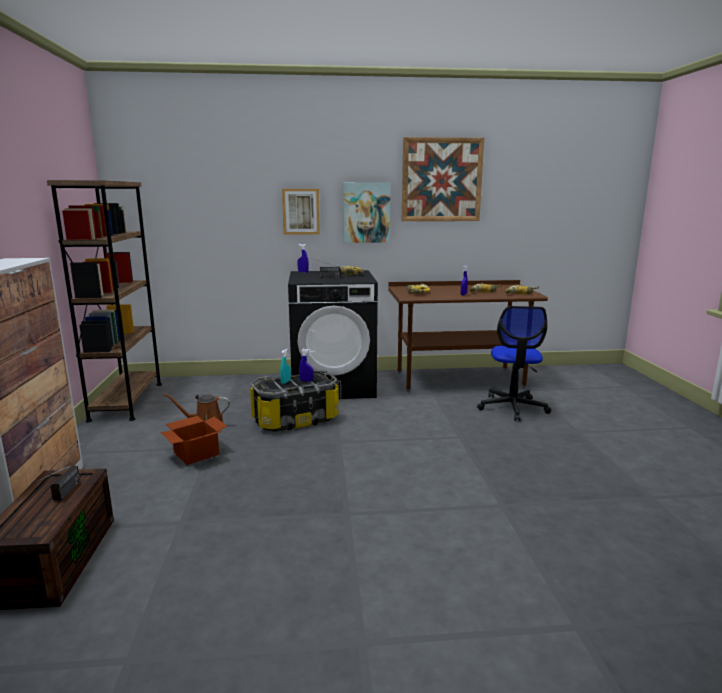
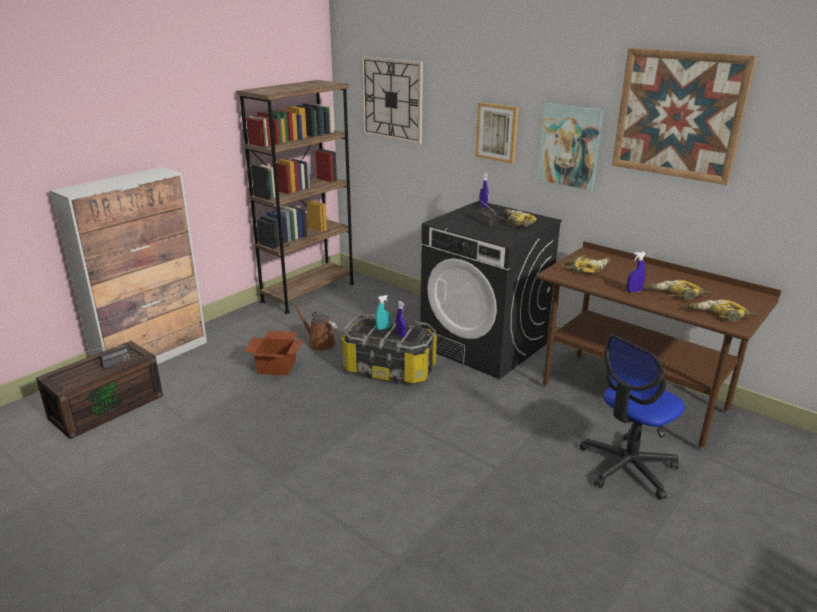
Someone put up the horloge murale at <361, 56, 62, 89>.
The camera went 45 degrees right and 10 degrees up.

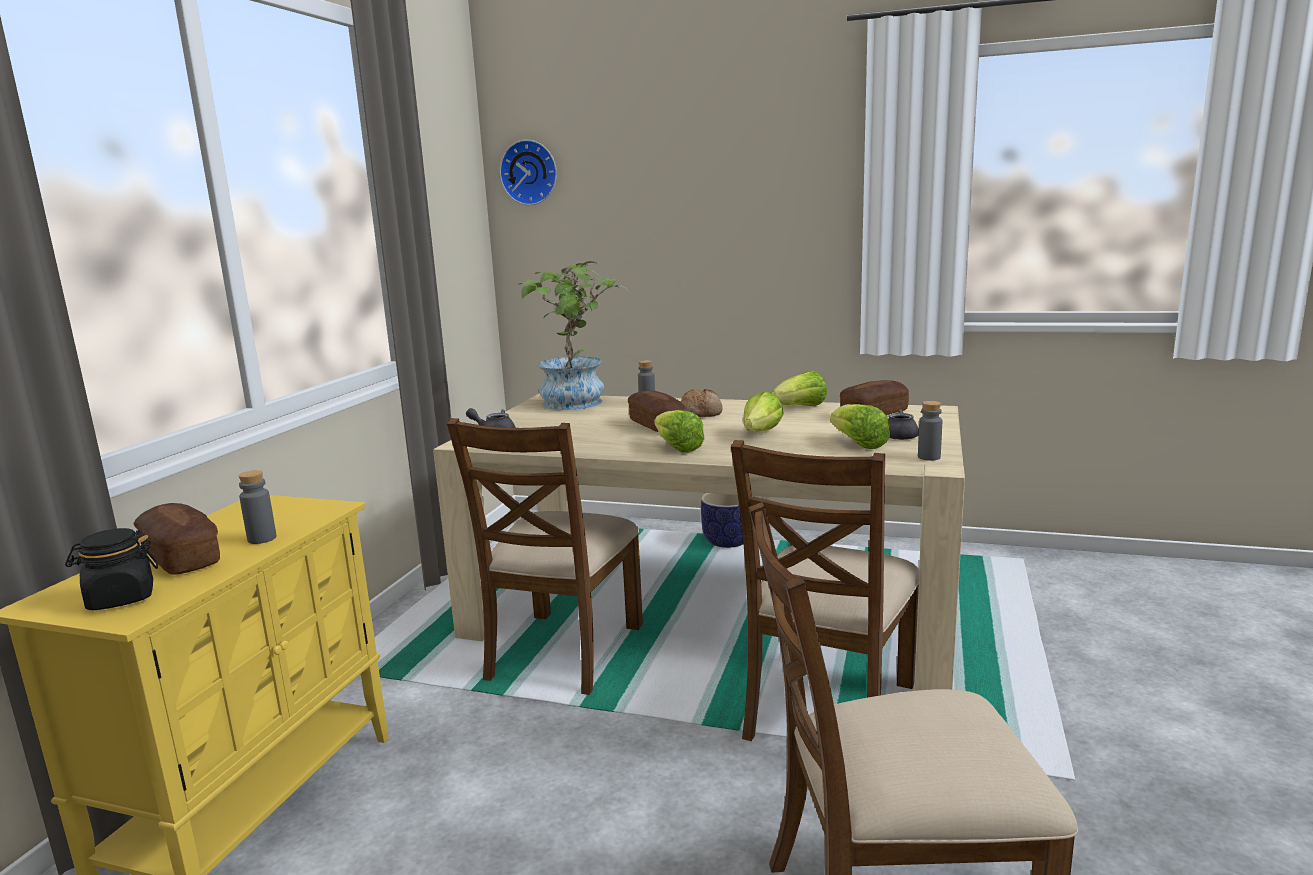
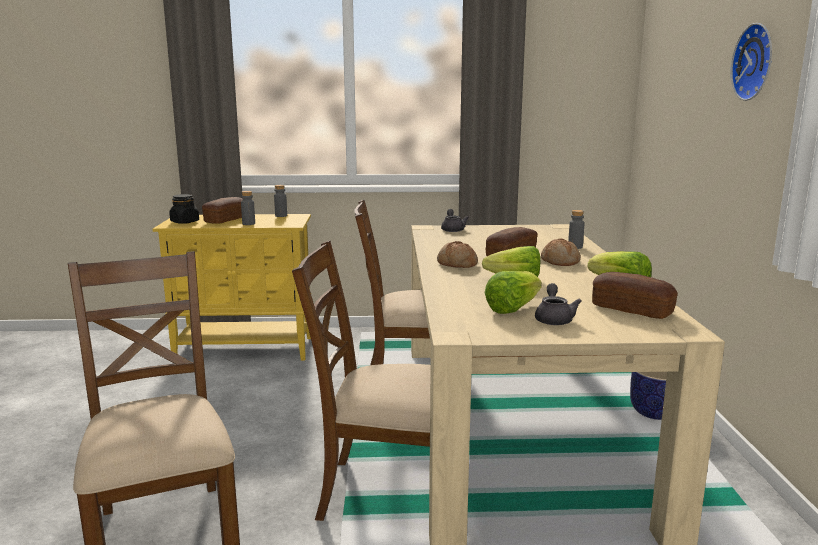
Someone carried the horloge murale from <499, 140, 58, 65> to <731, 23, 41, 78>.
Someone took away the plante en pot at <519, 261, 107, 149>.
Someone carried the bouteille/gris from <918, 401, 24, 60> to <274, 185, 13, 32>.
Someone swapped the laitue at <654, 410, 51, 43> for the pain at <437, 241, 41, 27>.
The camera went 70 degrees right and 0 degrees up.

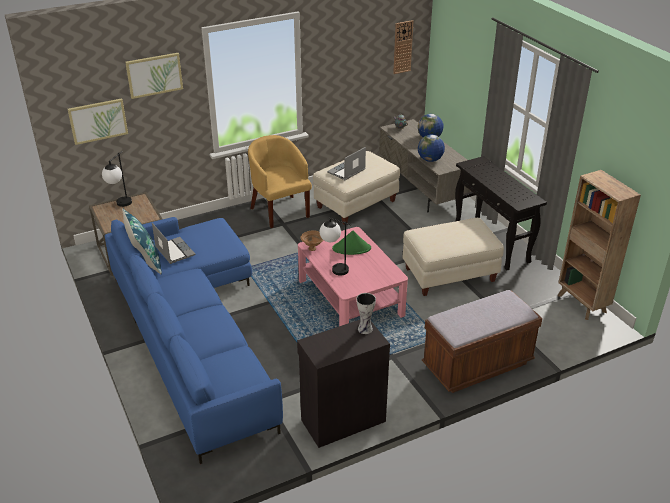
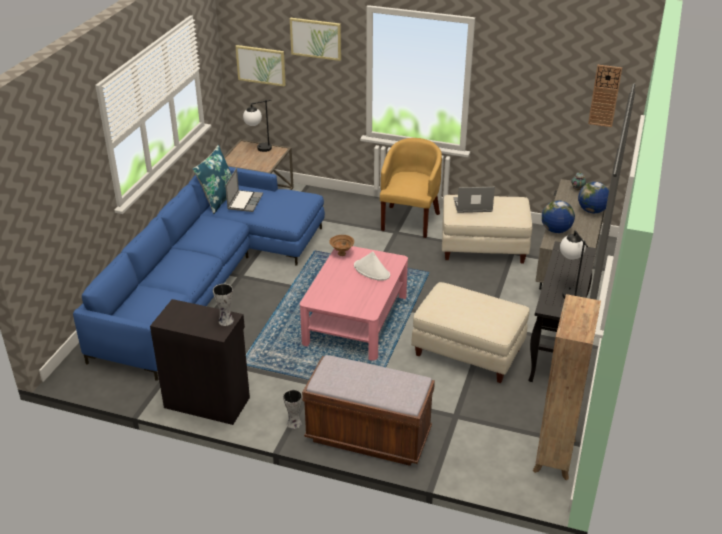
Someone carried the lampe de table from <319, 217, 32, 59> to <560, 230, 28, 69>.
Someone repainted the chapeau/vert at <332, 230, 39, 25>, which became the chapeau/blanc at <354, 252, 36, 29>.
Someone put down the vase at <283, 390, 19, 39>.
The camera went 45 degrees right and 0 degrees up.

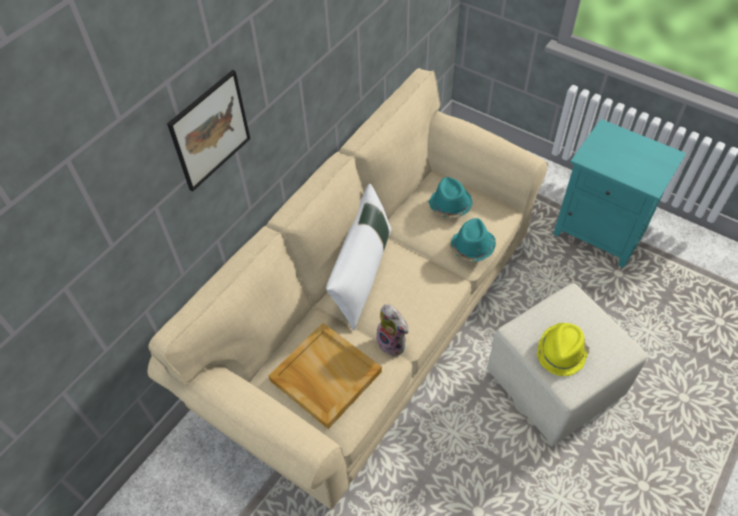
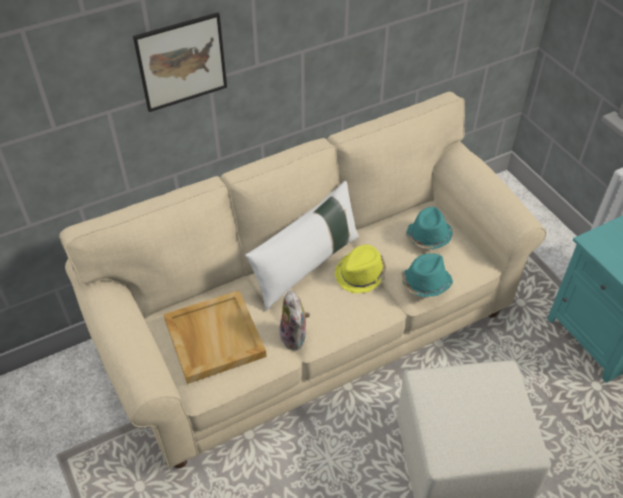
Someone carried the chapeau/jaune from <537, 323, 53, 53> to <335, 245, 51, 49>.
The camera went 25 degrees right and 5 degrees down.

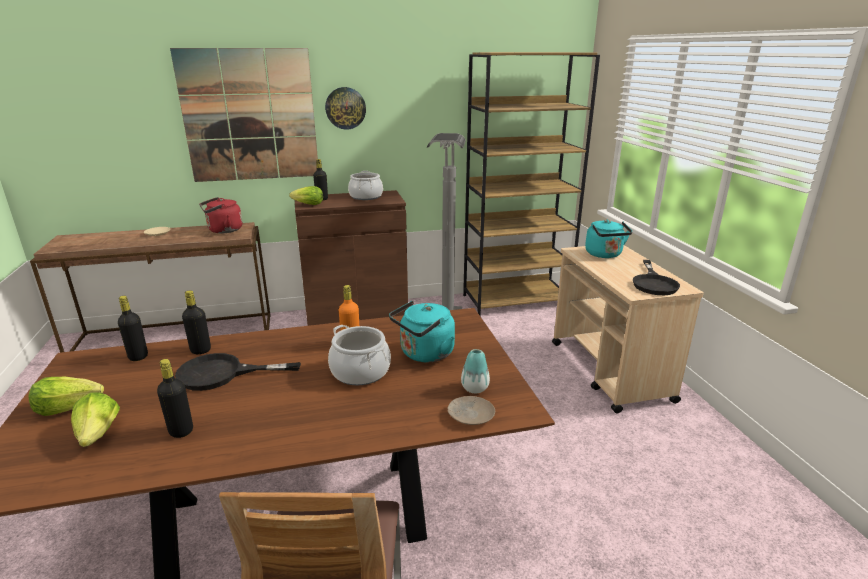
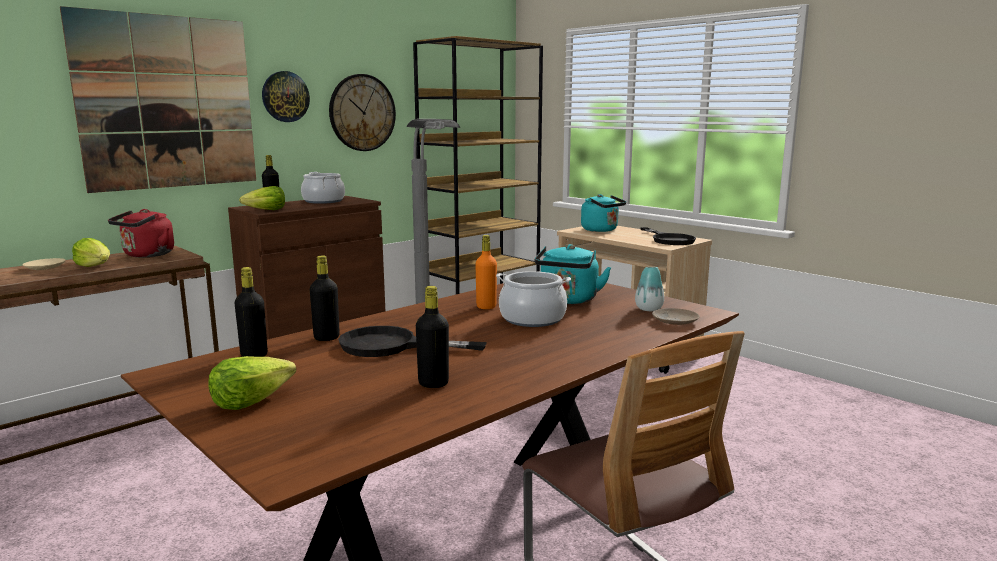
Someone rotated the poêle/noir at <175, 353, 126, 38> by 45 degrees clockwise.
Someone carried the laitue from <71, 393, 49, 54> to <72, 238, 38, 29>.
Someone put up the horloge murale at <329, 74, 67, 77>.
The camera went 30 degrees left and 10 degrees down.

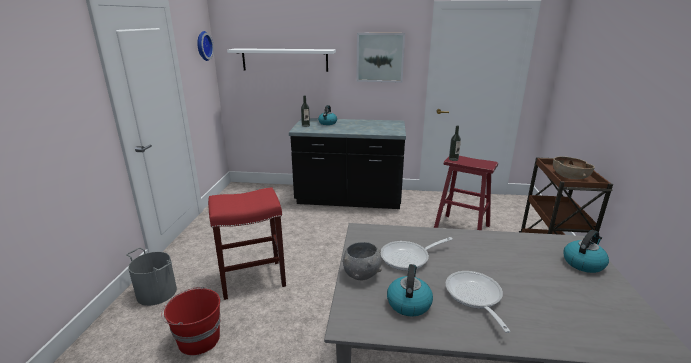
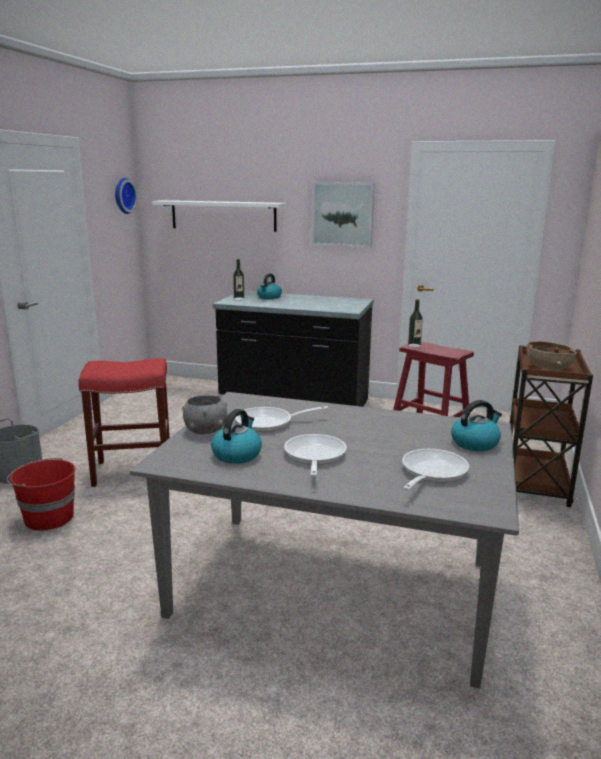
Someone put down the poêle at <402, 449, 68, 41>.
The camera went 10 degrees right and 5 degrees down.

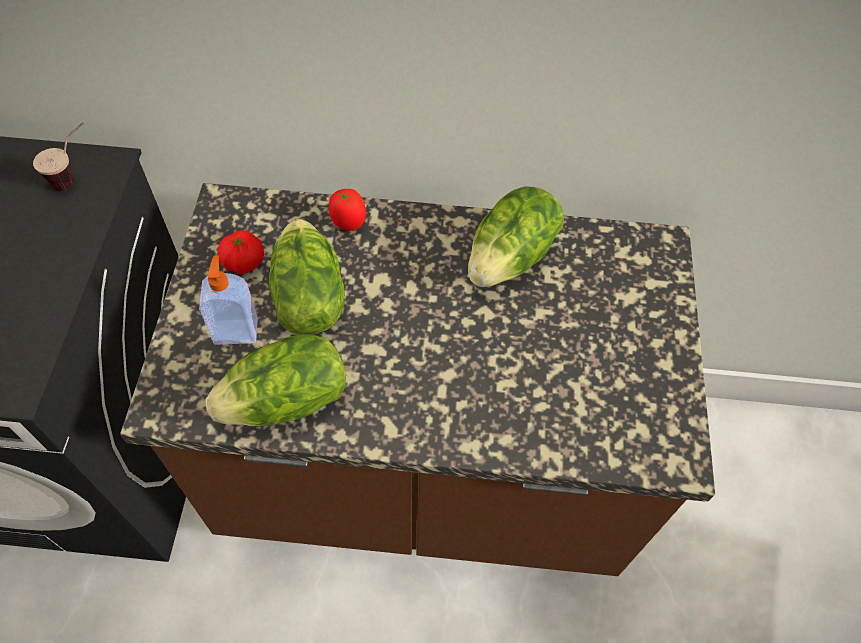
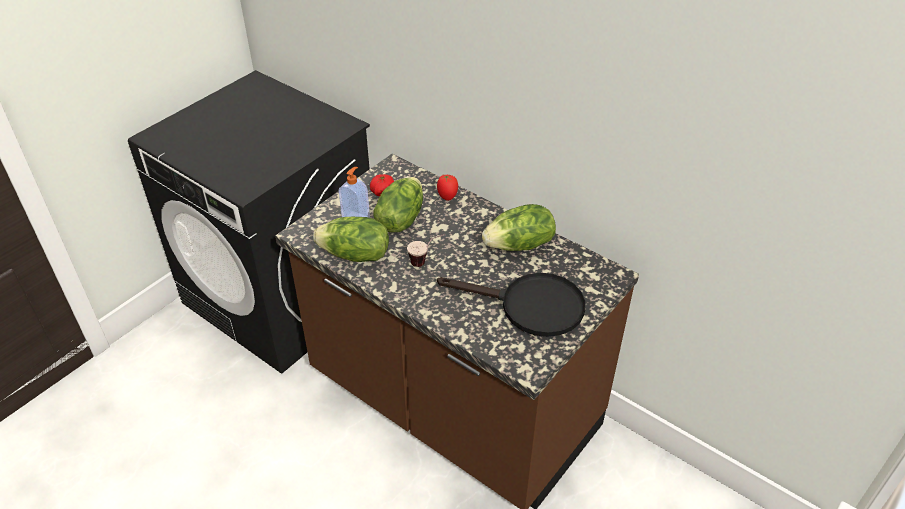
Someone carried the tasse from <33, 122, 51, 68> to <407, 234, 38, 33>.
Someone put down the poêle/noir at <437, 273, 148, 64>.
The camera went 35 degrees right and 15 degrees down.

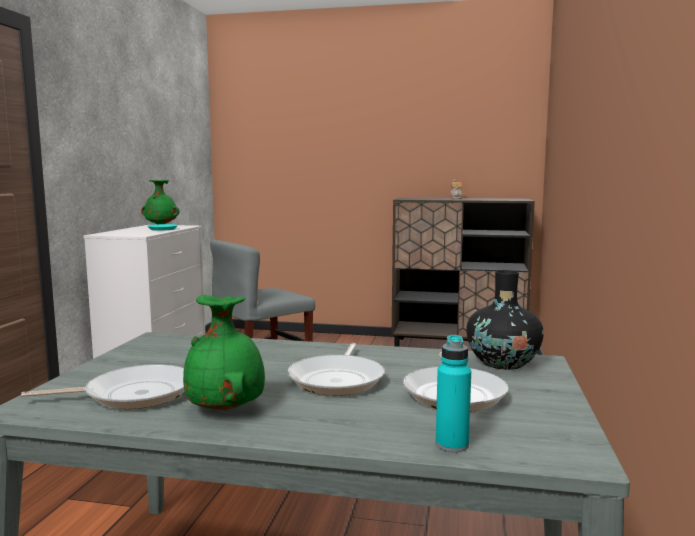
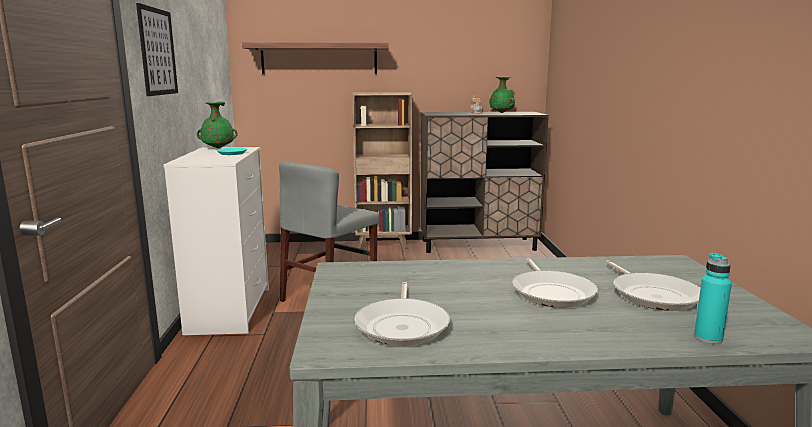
Someone took away the vase/noir at <466, 270, 78, 100>.
Someone carried the vase/vert from <183, 295, 82, 115> to <489, 77, 26, 36>.
Someone rotated the poêle at <21, 364, 163, 45> by 120 degrees clockwise.
Someone put up the tableau at <136, 3, 42, 93>.
Someone put up the étagère at <242, 42, 146, 32>.
Someone put down the bibliothèque/marron at <352, 92, 60, 158>.
The camera went 15 degrees left and 5 degrees up.

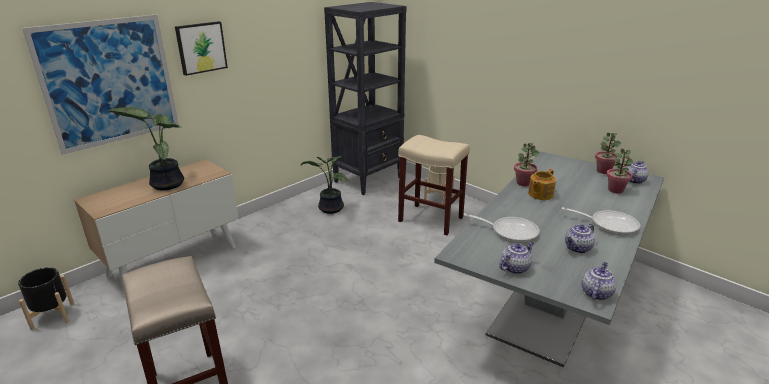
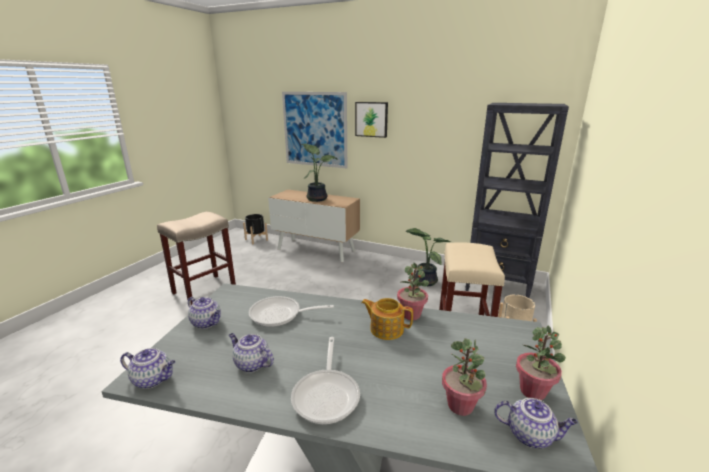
Someone rotated the poêle at <464, 213, 76, 30> by 90 degrees clockwise.
The camera went 70 degrees right and 5 degrees down.

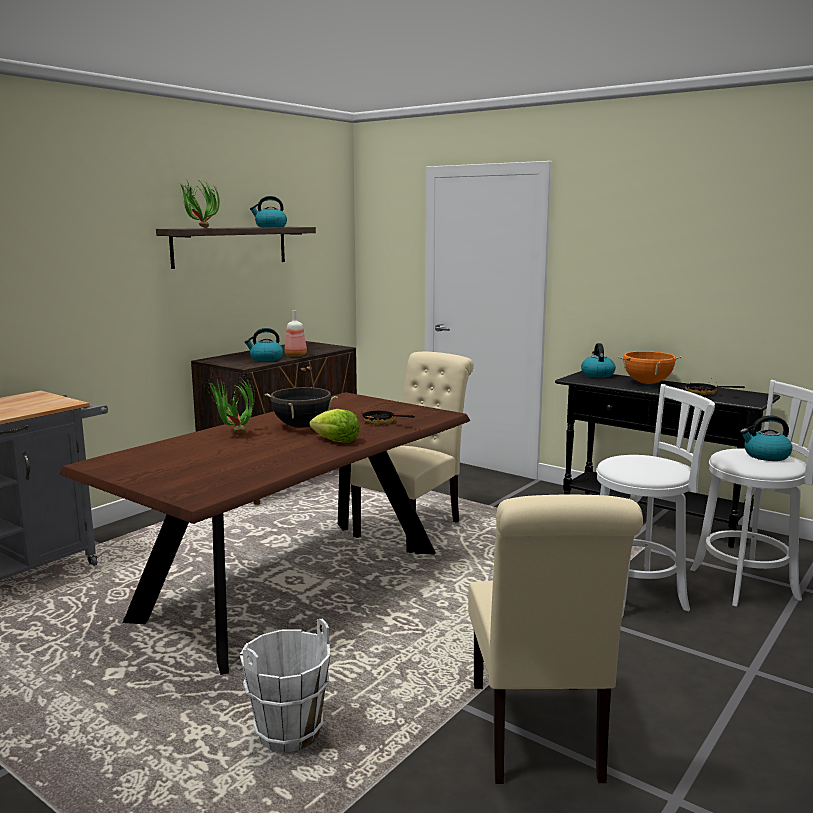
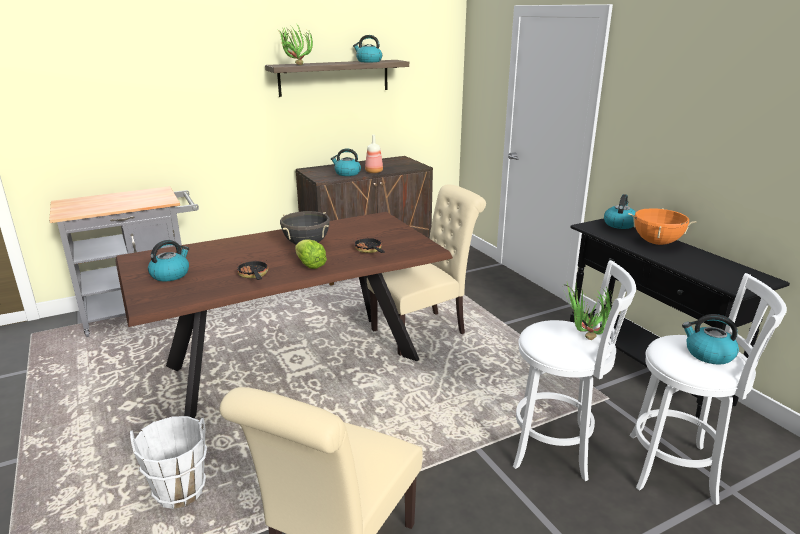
Someone carried the plante en pot from <205, 374, 50, 60> to <564, 283, 49, 57>.
Someone carried the poêle from <685, 381, 60, 14> to <237, 260, 31, 20>.
Someone put down the bouilloire at <148, 240, 41, 41>.
The camera went 25 degrees right and 10 degrees up.

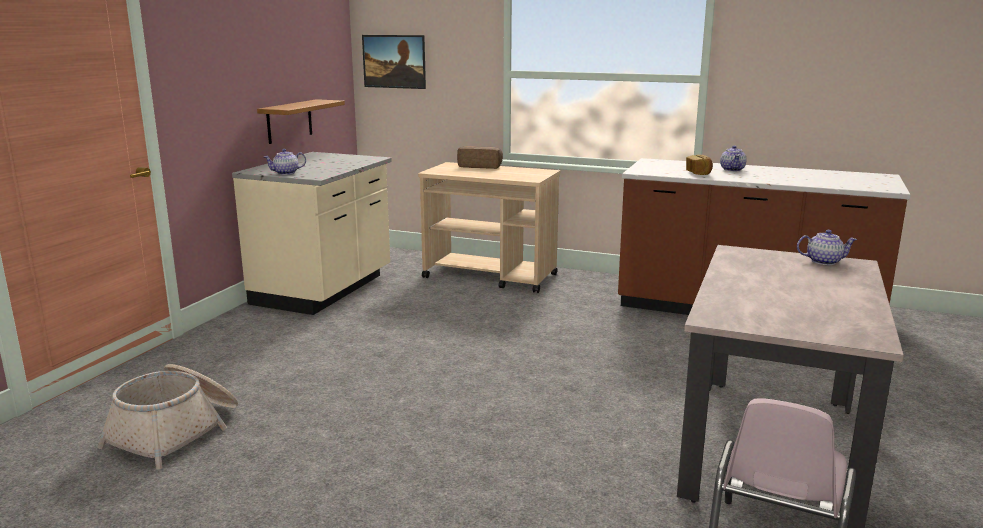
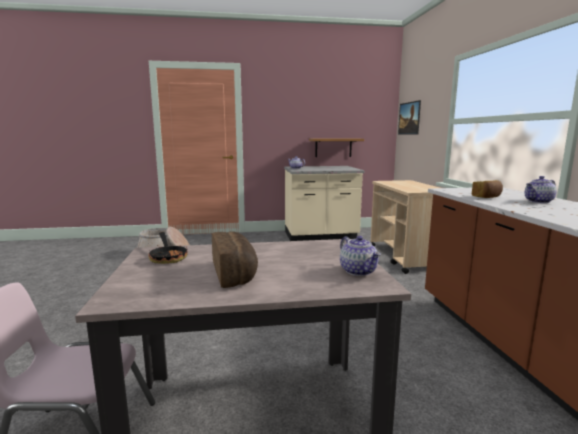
Someone carried the pain from <457, 146, 46, 23> to <212, 231, 46, 57>.
Someone put down the poêle at <148, 232, 40, 32>.
The camera went 60 degrees right and 5 degrees down.

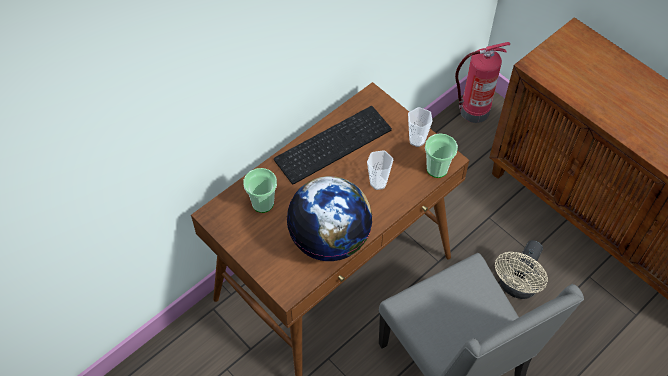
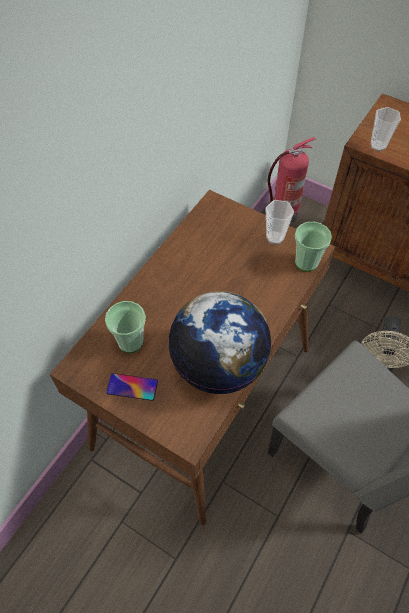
Someone took away the clavier at <274, 106, 118, 78>.
Someone carried the tasse from <367, 150, 26, 40> to <371, 107, 30, 44>.
Someone put down the téléphone at <106, 373, 52, 28>.
The camera went 15 degrees left and 0 degrees up.

